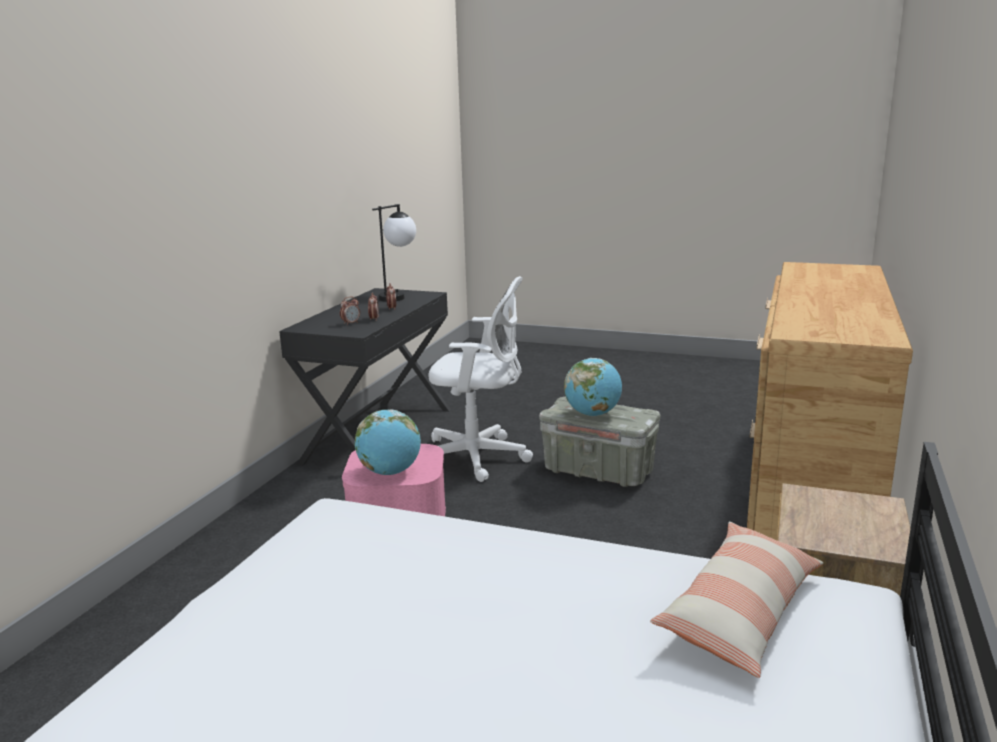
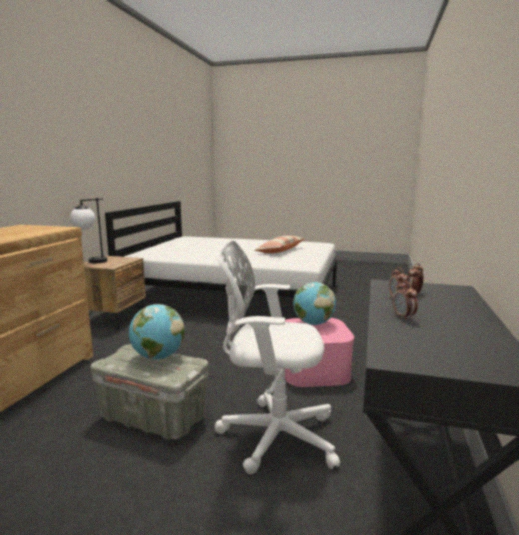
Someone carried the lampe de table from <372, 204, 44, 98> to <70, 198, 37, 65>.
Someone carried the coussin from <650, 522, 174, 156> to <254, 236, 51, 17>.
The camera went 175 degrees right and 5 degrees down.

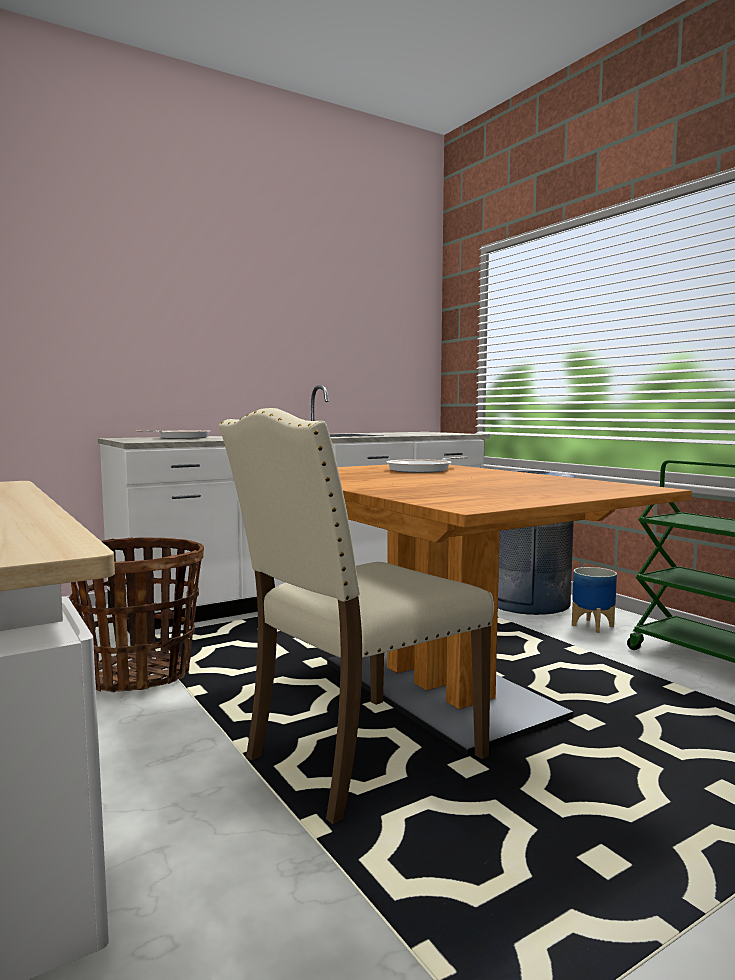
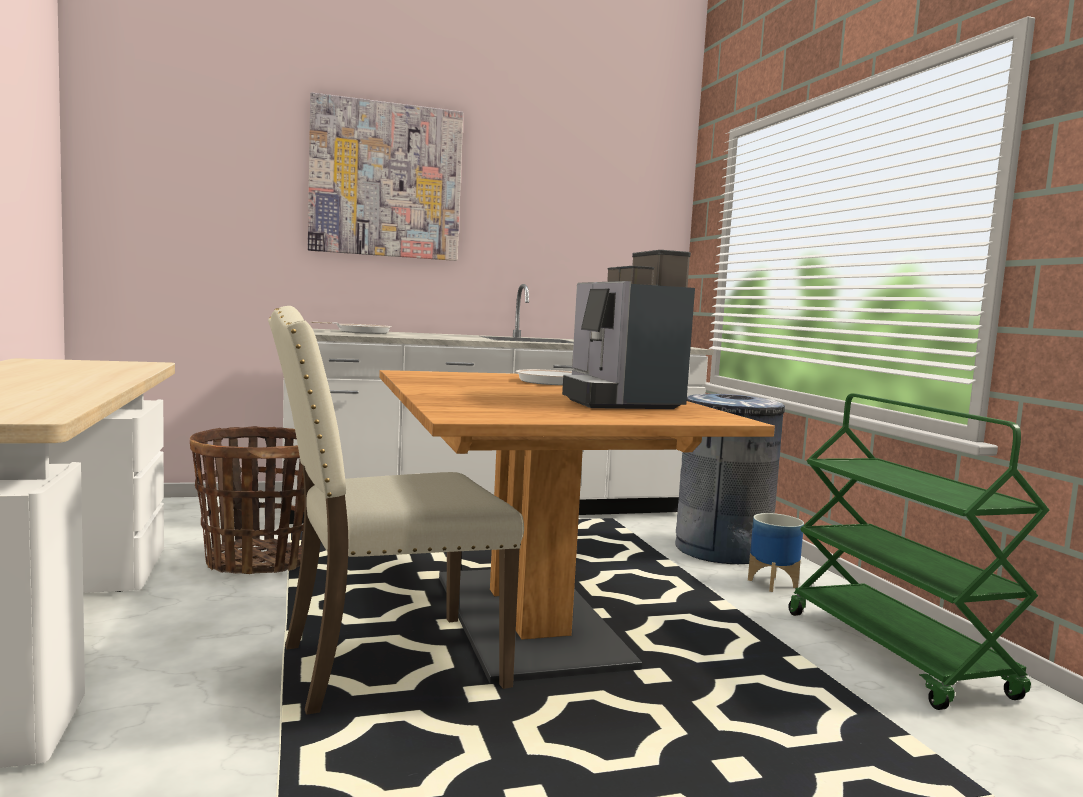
Someone put up the tableau at <308, 92, 155, 169>.
Someone put down the machine à café at <562, 250, 133, 159>.
The camera went 15 degrees right and 0 degrees up.

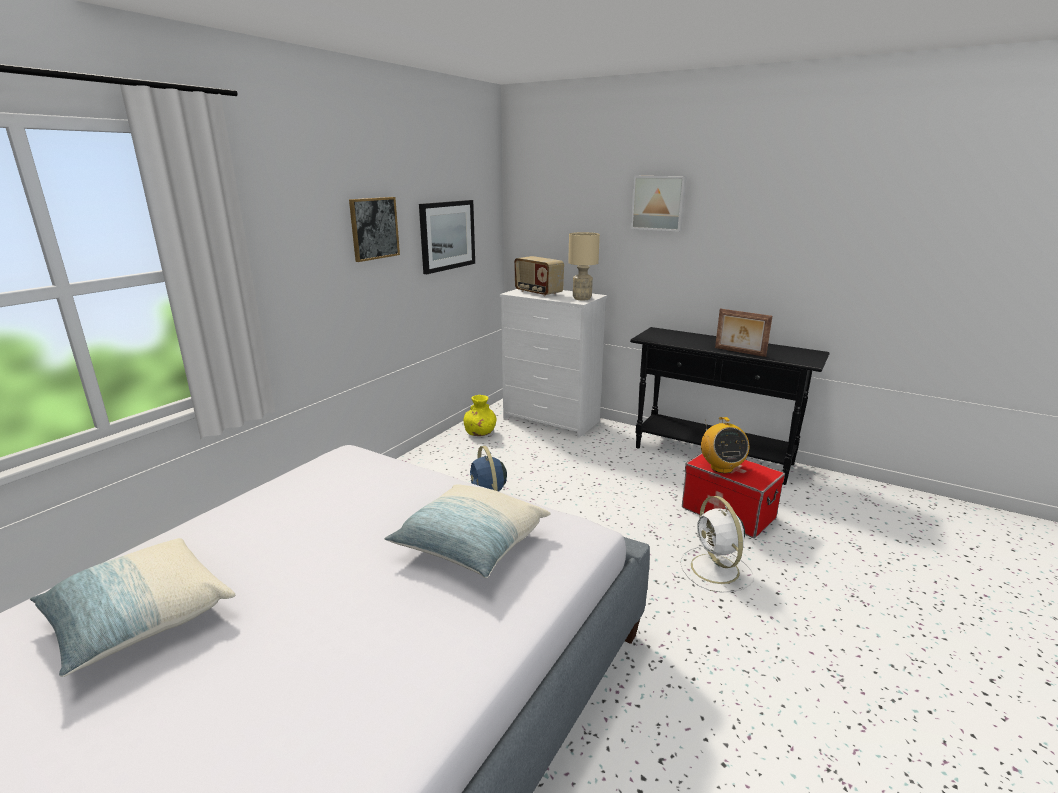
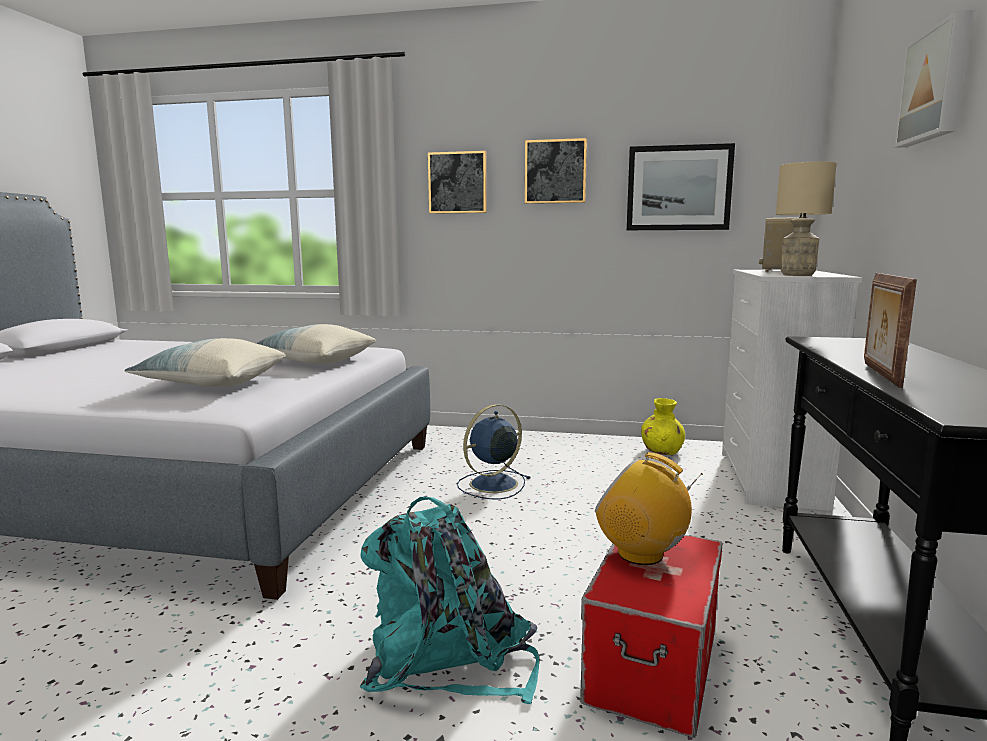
Someone rotated the radio at <701, 417, 48, 56> by 60 degrees clockwise.
Someone swapped the ventilateur/blanc at <680, 496, 74, 97> for the sac à dos/turquoise at <359, 497, 180, 207>.
Someone carried the coussin from <30, 538, 205, 139> to <256, 324, 120, 40>.
Someone put up the tableau at <428, 151, 59, 63>.
The camera went 70 degrees right and 10 degrees down.

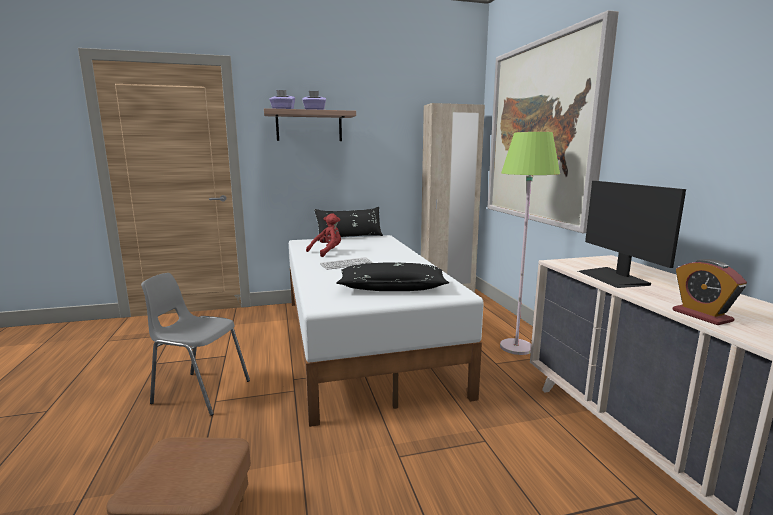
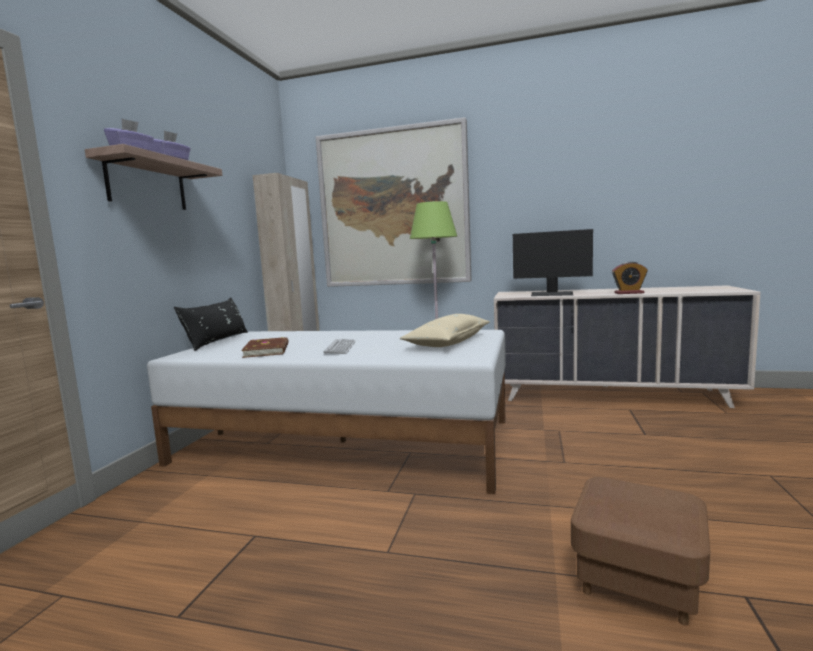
Someone swapped the peluche/rouge at <306, 213, 35, 44> for the livre/marron at <241, 337, 47, 21>.
Someone repainted the coussin/noir at <336, 262, 113, 29>, which became the coussin/beige at <399, 314, 91, 33>.
Someone took away the chaise/gris at <141, 273, 109, 143>.
The camera went 60 degrees left and 5 degrees down.

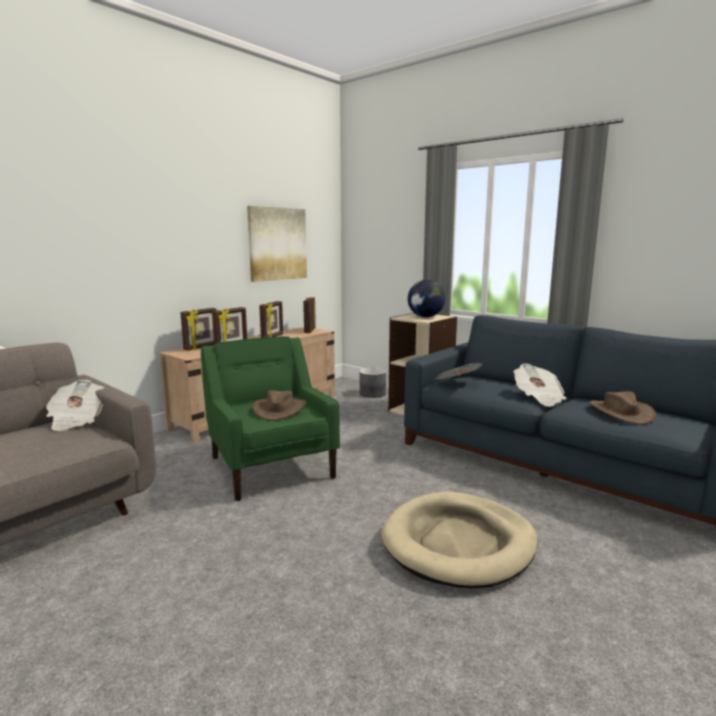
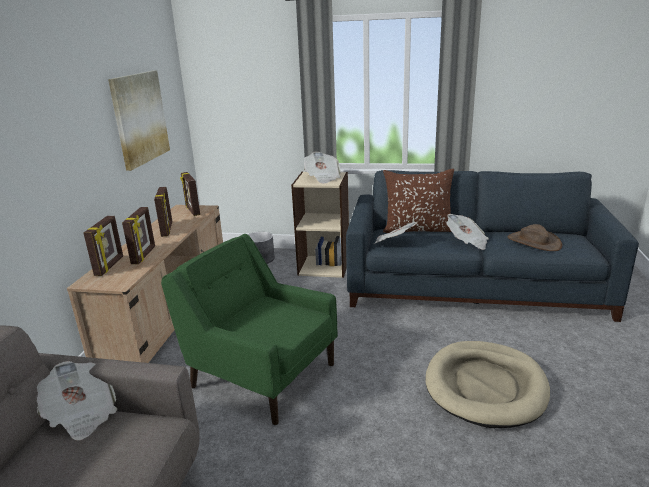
Someone swapped the globe at <408, 280, 37, 37> for the journal at <304, 152, 37, 32>.
Someone took away the chapeau/marron at <252, 390, 54, 31>.
Someone put down the coussin/marron at <383, 169, 71, 64>.
The camera went 30 degrees left and 10 degrees up.

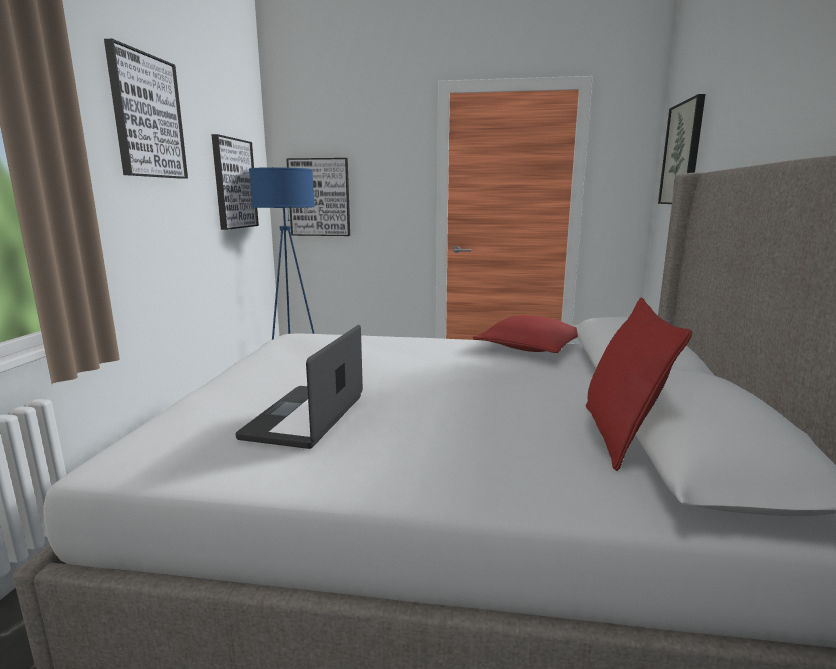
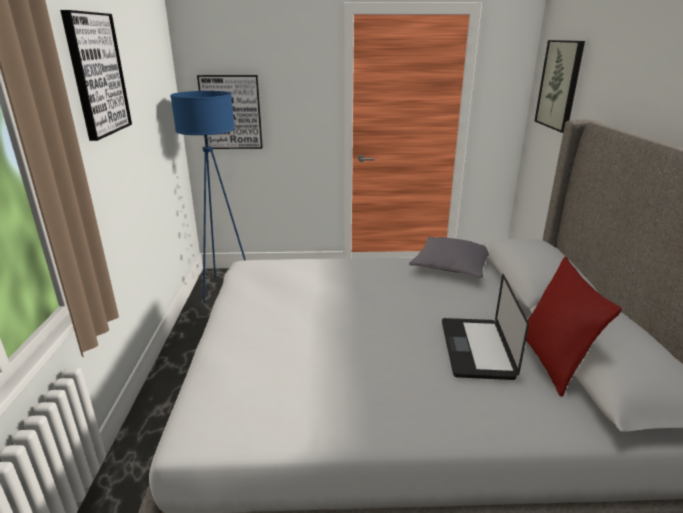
Someone took away the tableau at <211, 134, 48, 96>.
Someone repainted the coussin/rouge at <472, 315, 106, 38>, which became the coussin/gris at <409, 237, 80, 41>.
Someone carried the ordinateur portable from <236, 325, 127, 124> to <442, 274, 87, 106>.
The camera went 10 degrees left and 10 degrees up.

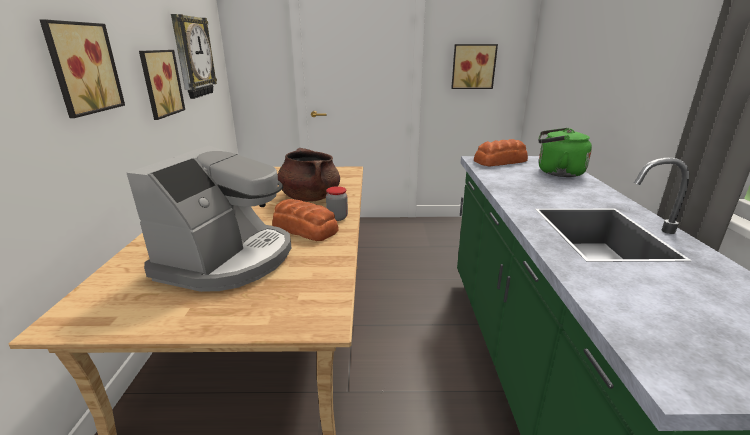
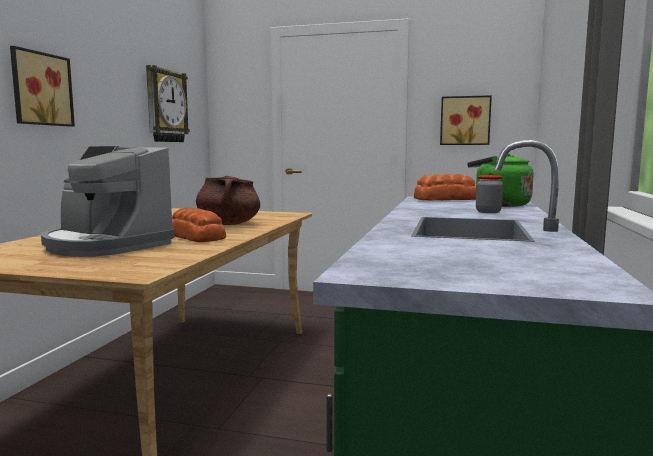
Someone took away the tableau at <139, 50, 46, 70>.
Someone rotated the machine à café at <127, 146, 164, 146> by 90 degrees clockwise.
Someone carried the bocal from <326, 186, 22, 35> to <476, 175, 27, 38>.
The camera went 15 degrees right and 15 degrees down.

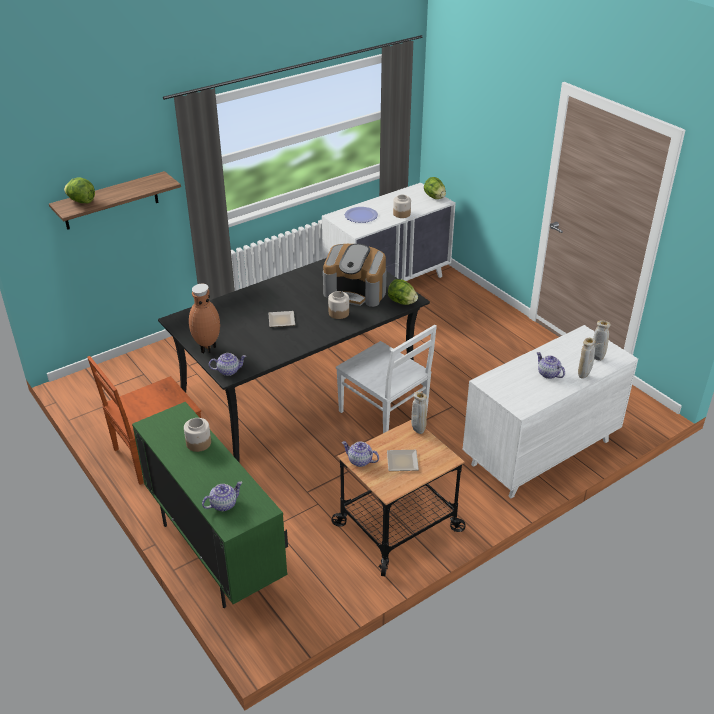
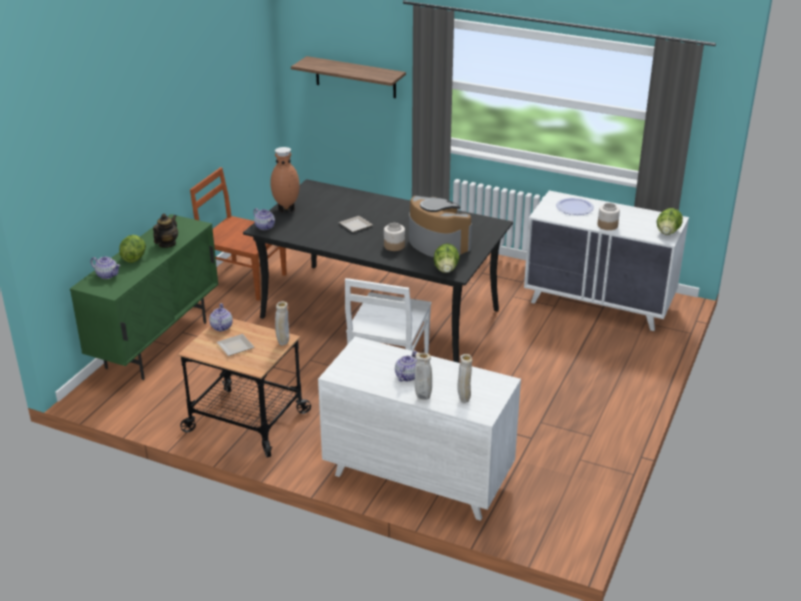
Someone carried the laitue from <64, 178, 31, 25> to <119, 235, 27, 28>.
Someone rotated the machine à café at <323, 244, 64, 63> by 150 degrees clockwise.
Someone swapped the bocal at <184, 418, 27, 34> for the théière at <153, 213, 25, 35>.
The camera went 60 degrees right and 5 degrees down.

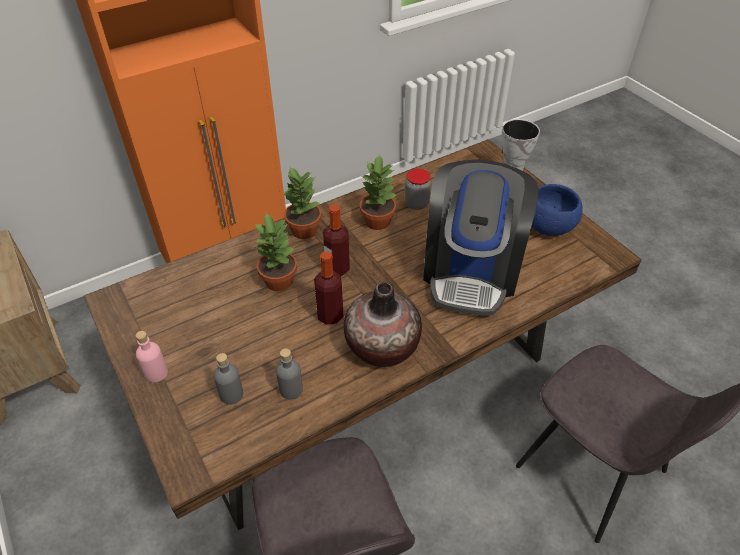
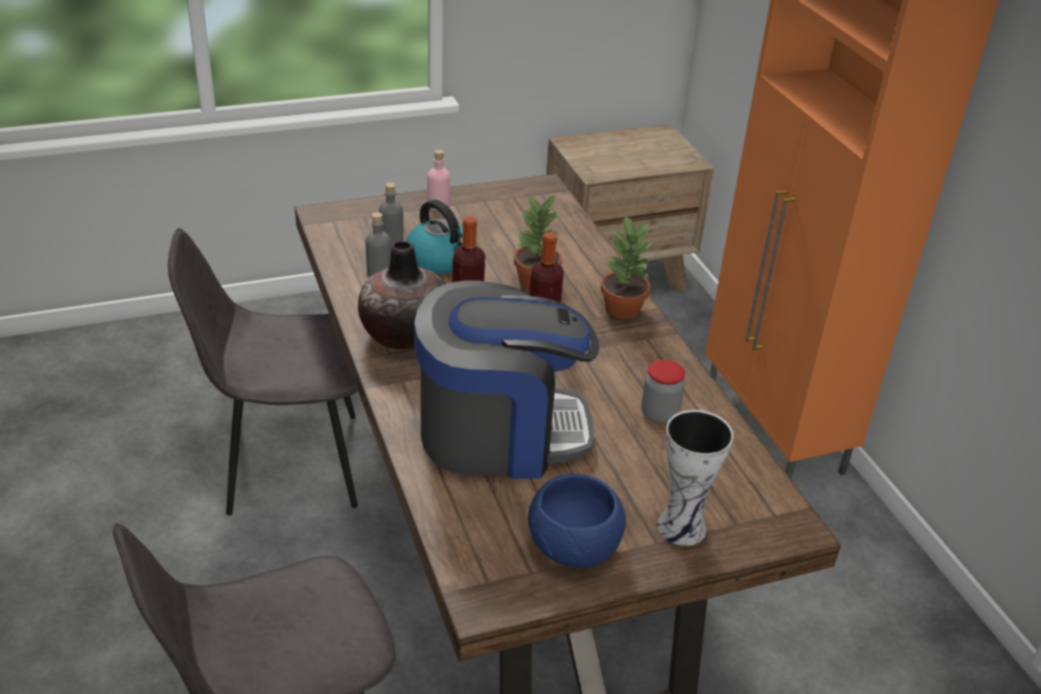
Someone took away the plante en pot at <360, 154, 38, 76>.
Someone rotated the machine à café at <423, 160, 116, 156> by 150 degrees clockwise.
Someone put down the bouilloire at <406, 200, 57, 74>.
The camera went 100 degrees right and 10 degrees down.

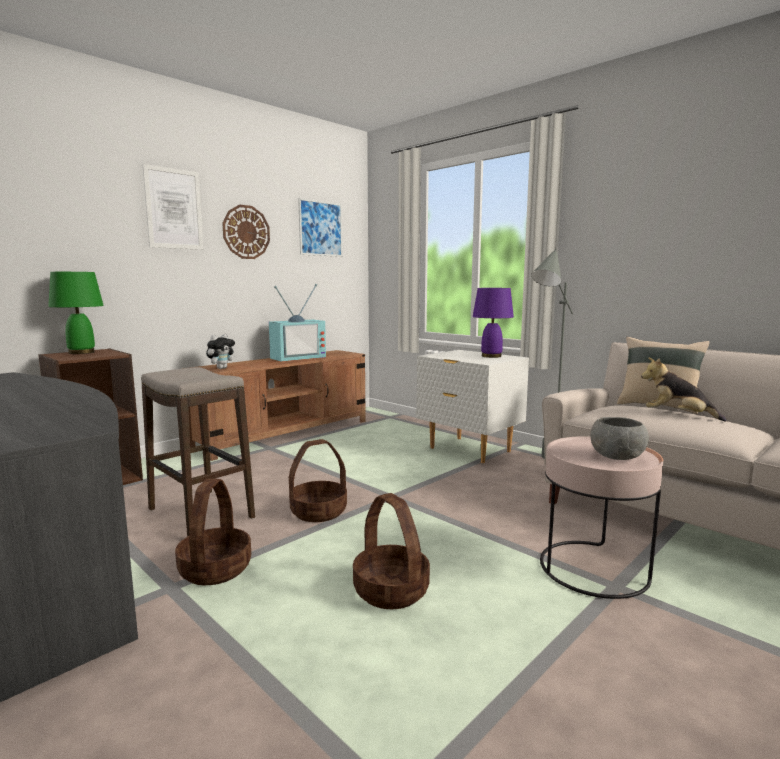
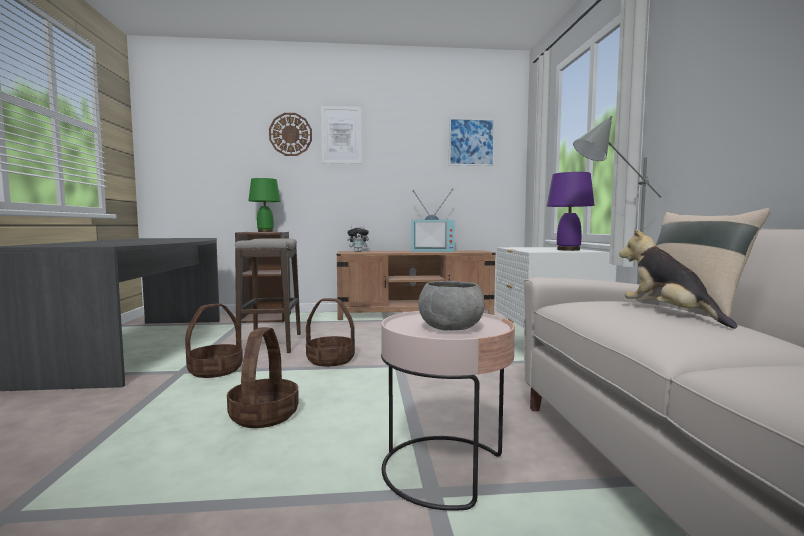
Someone carried the horloge murale from <222, 205, 48, 54> to <269, 113, 43, 43>.
The camera went 40 degrees right and 5 degrees down.

